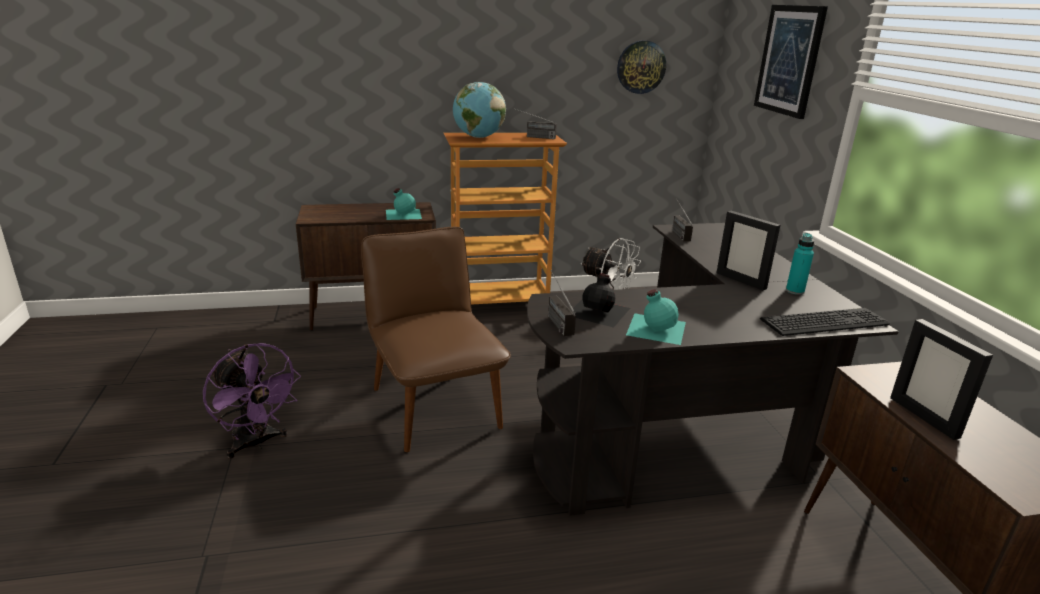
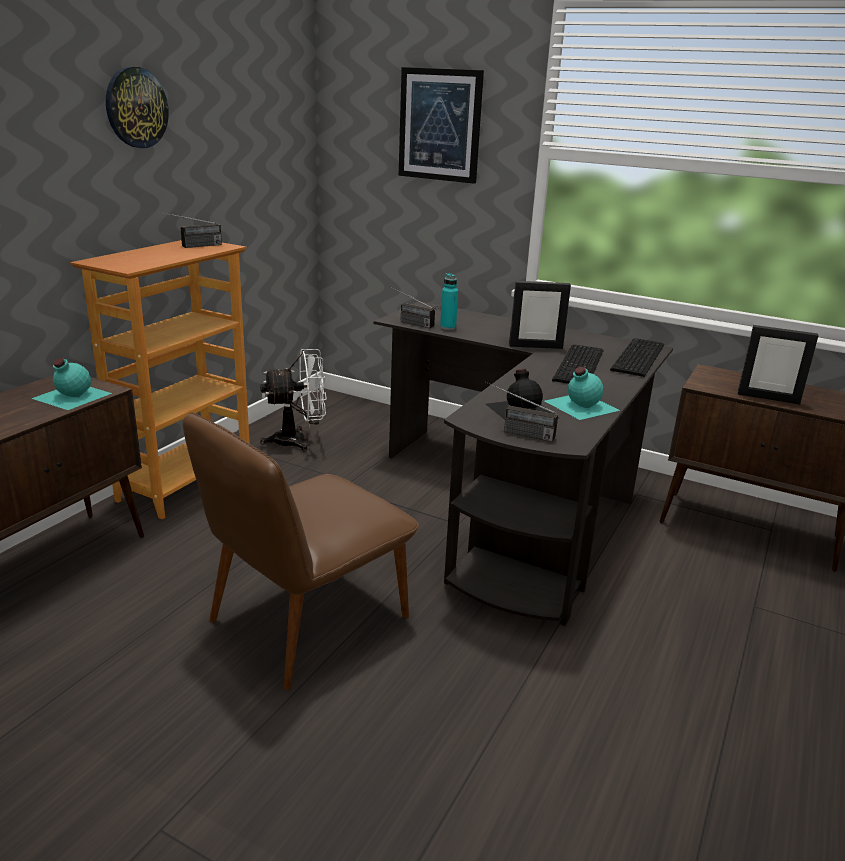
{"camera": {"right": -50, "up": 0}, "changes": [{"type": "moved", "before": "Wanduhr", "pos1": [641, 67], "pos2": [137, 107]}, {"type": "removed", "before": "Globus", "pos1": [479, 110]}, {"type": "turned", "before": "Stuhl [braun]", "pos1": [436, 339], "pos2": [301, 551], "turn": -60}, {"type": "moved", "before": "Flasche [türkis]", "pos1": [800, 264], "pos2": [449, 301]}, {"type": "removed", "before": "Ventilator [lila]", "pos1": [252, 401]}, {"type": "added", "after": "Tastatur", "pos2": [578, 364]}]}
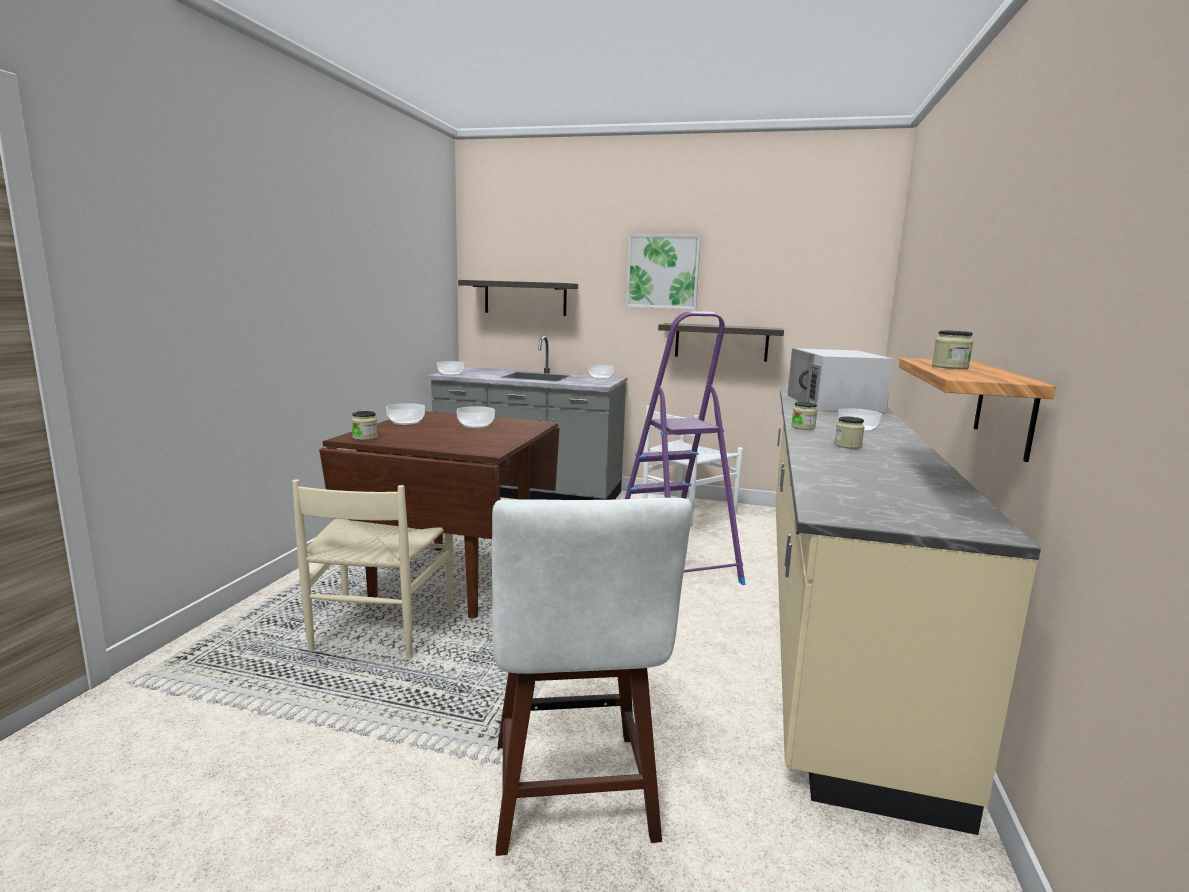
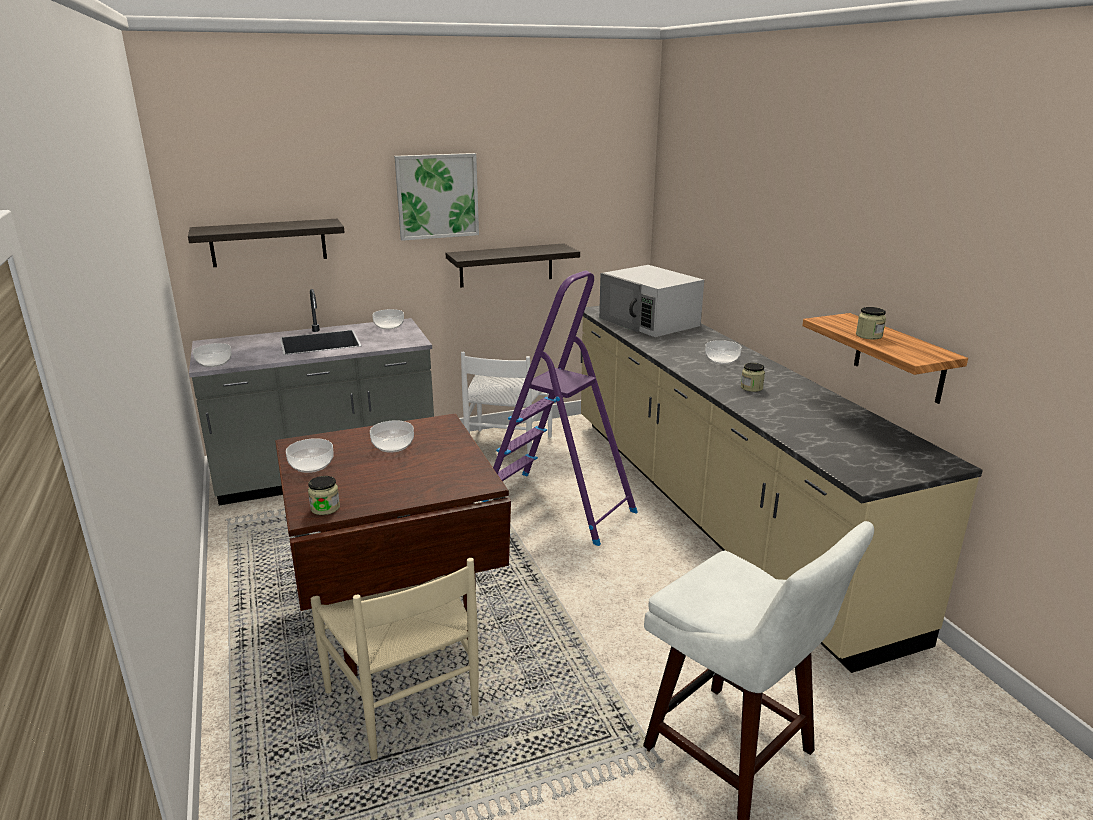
{"camera": {"right": -35, "up": 10}, "changes": [{"type": "removed", "before": "Vorratsglas", "pos1": [804, 416]}]}
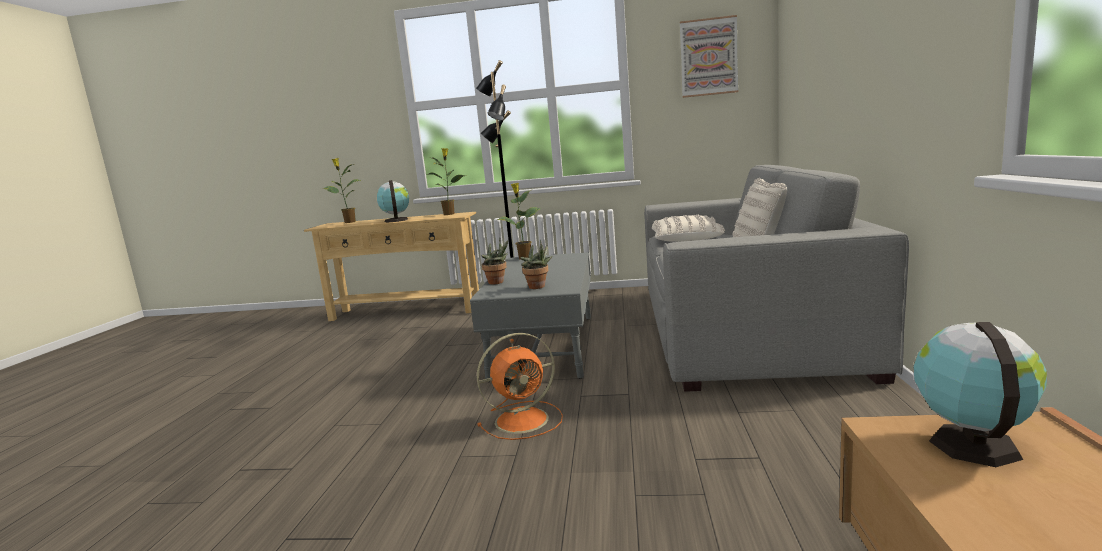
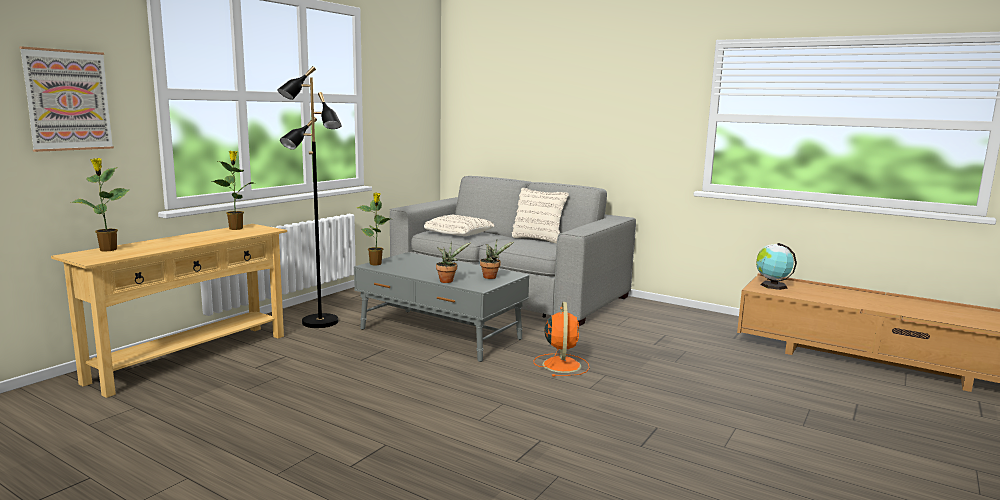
{"camera": {"right": -65, "up": 0}, "changes": [{"type": "moved", "before": "Bild", "pos1": [709, 56], "pos2": [67, 99]}, {"type": "removed", "before": "Globus", "pos1": [393, 201]}]}
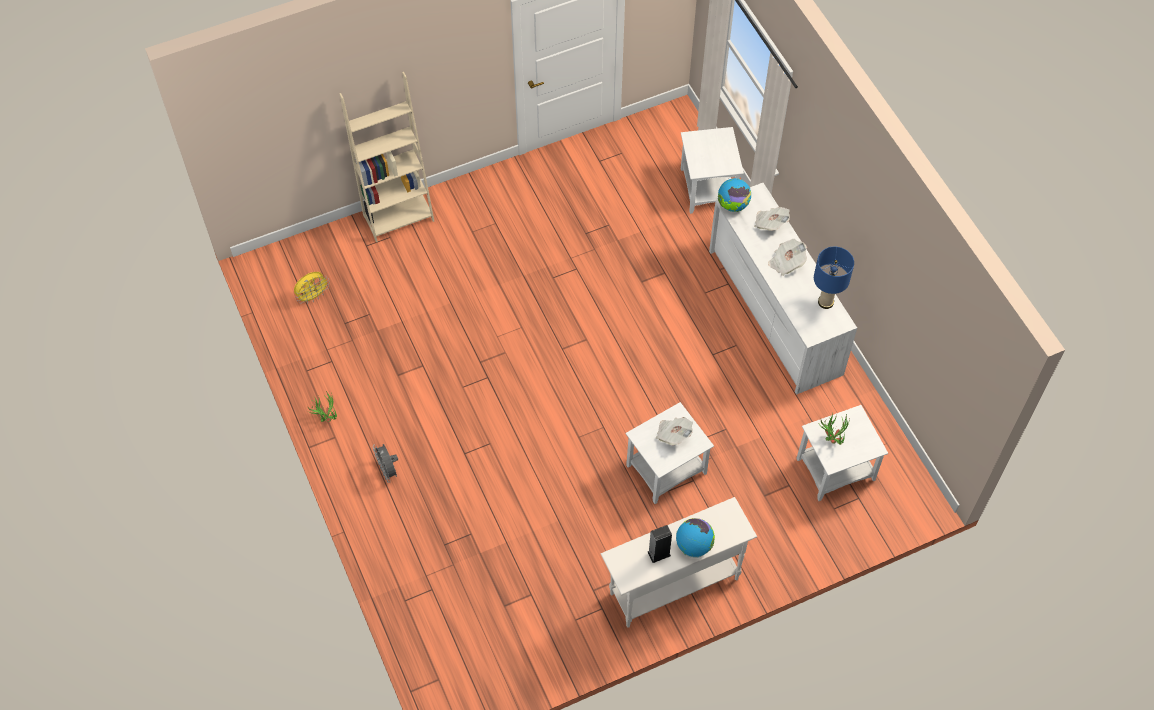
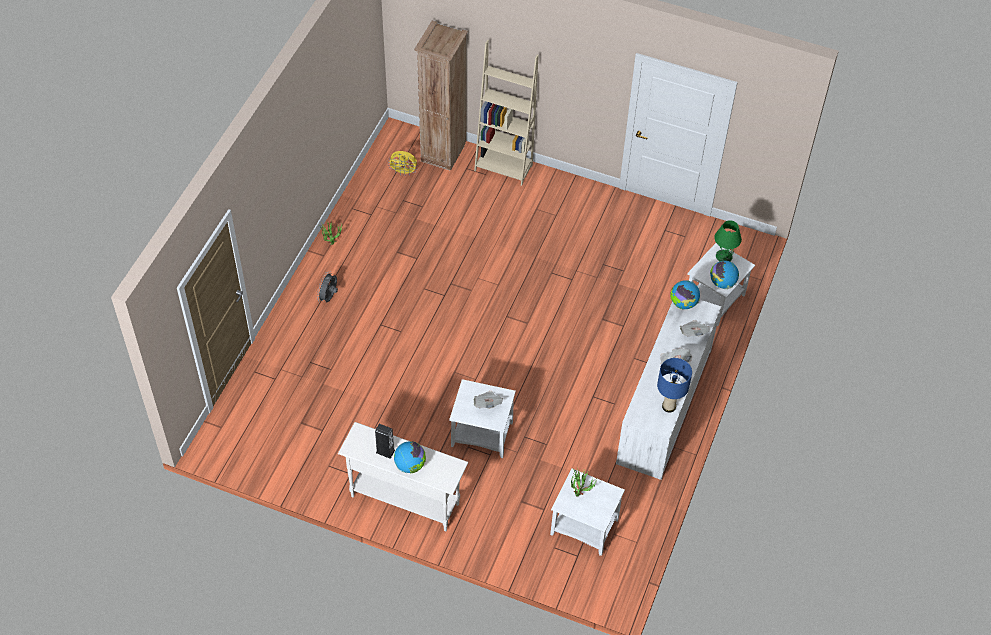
{"camera": {"right": 45, "up": -5}, "changes": [{"type": "added", "after": "Schrank [braun]", "pos2": [441, 95]}, {"type": "added", "after": "Tischlampe [grün]", "pos2": [728, 240]}, {"type": "added", "after": "Globus", "pos2": [724, 275]}]}
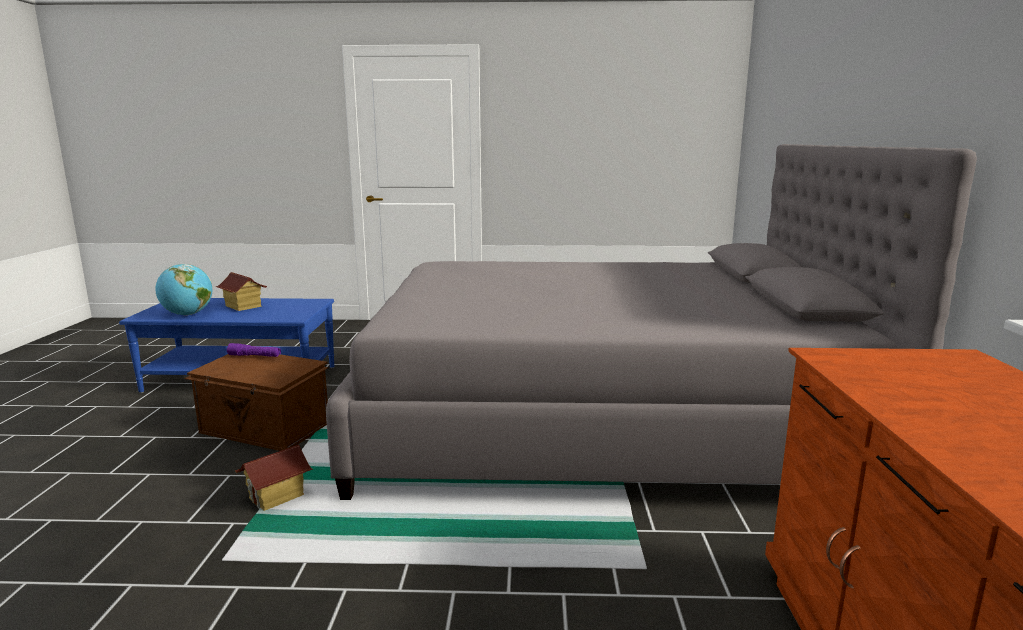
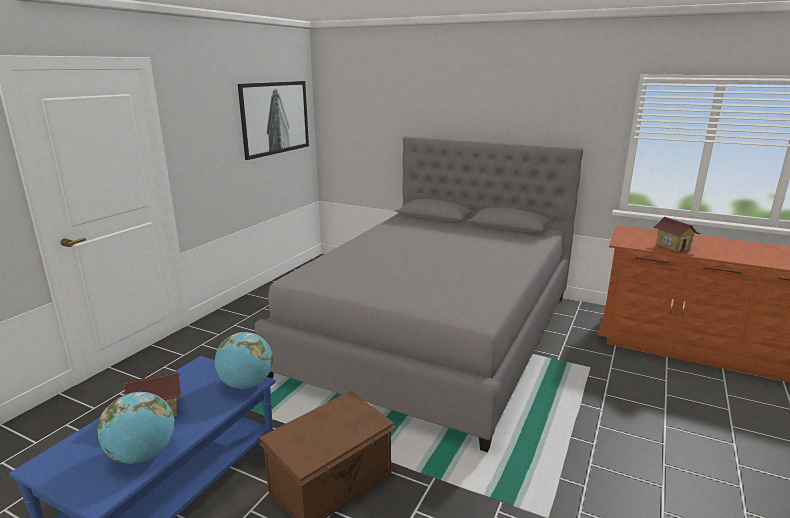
{"camera": {"right": -65, "up": 5}, "changes": [{"type": "removed", "before": "Taschenlampe [lila]", "pos1": [254, 350]}, {"type": "moved", "before": "Spielzeughaus", "pos1": [274, 478], "pos2": [676, 234]}, {"type": "added", "after": "Bild", "pos2": [273, 120]}, {"type": "added", "after": "Globus", "pos2": [244, 360]}]}
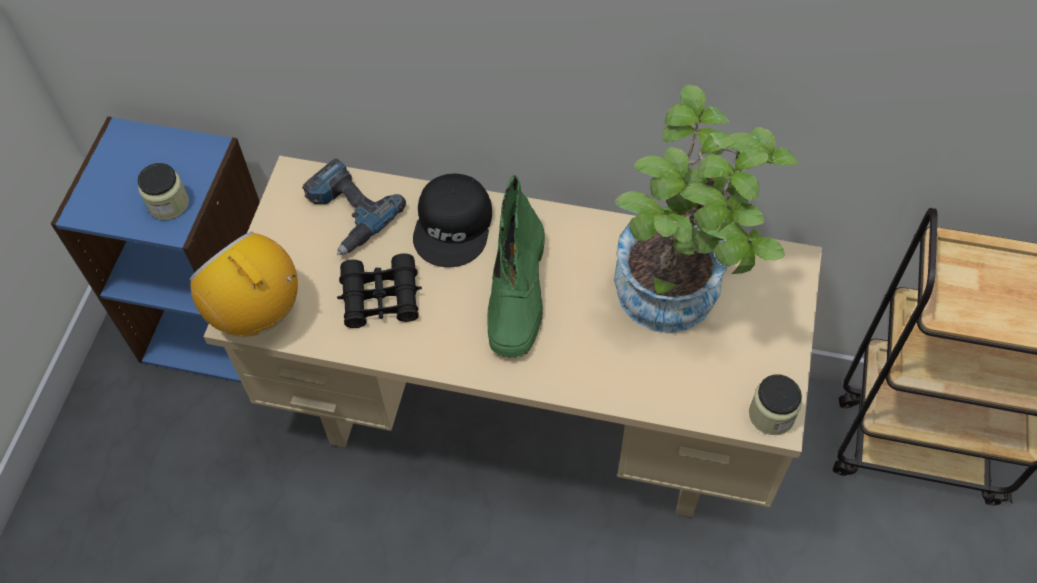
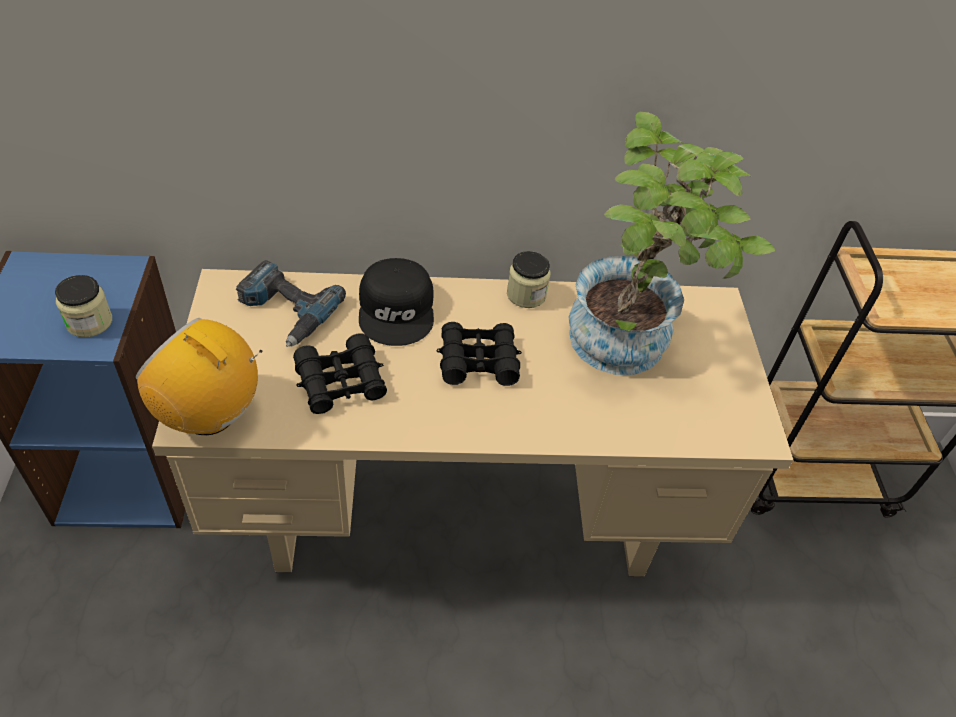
{"camera": {"right": -20, "up": -10}, "changes": [{"type": "replaced", "before": "Stiefel [grün]", "after": "Fernglas [schwarz]", "pos1": [516, 266], "pos2": [479, 354]}, {"type": "moved", "before": "Vorratsglas", "pos1": [775, 405], "pos2": [528, 279]}]}
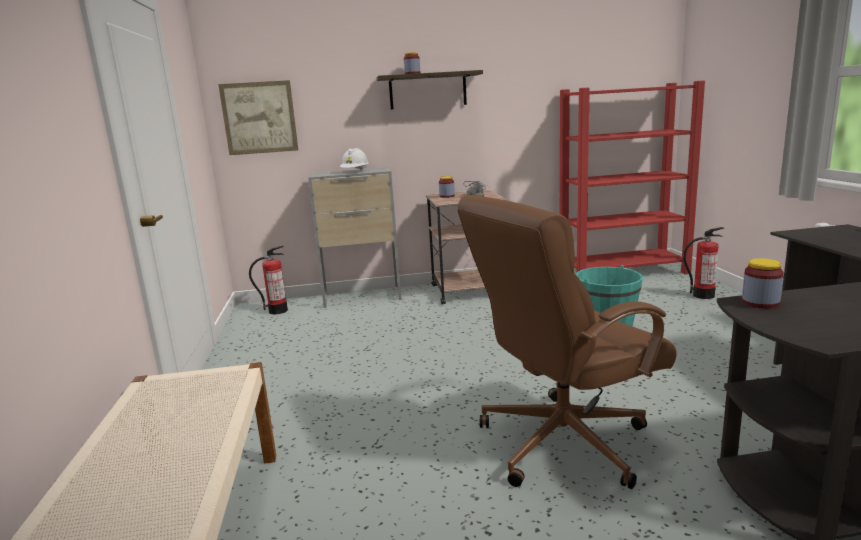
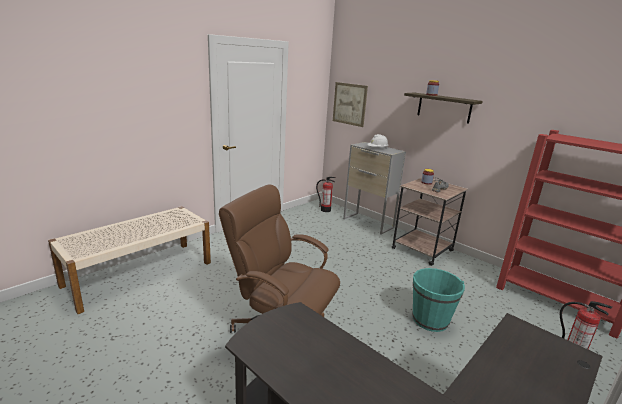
{"camera": {"right": 50, "up": 5}, "changes": [{"type": "removed", "before": "Vorratsglas", "pos1": [763, 283]}]}
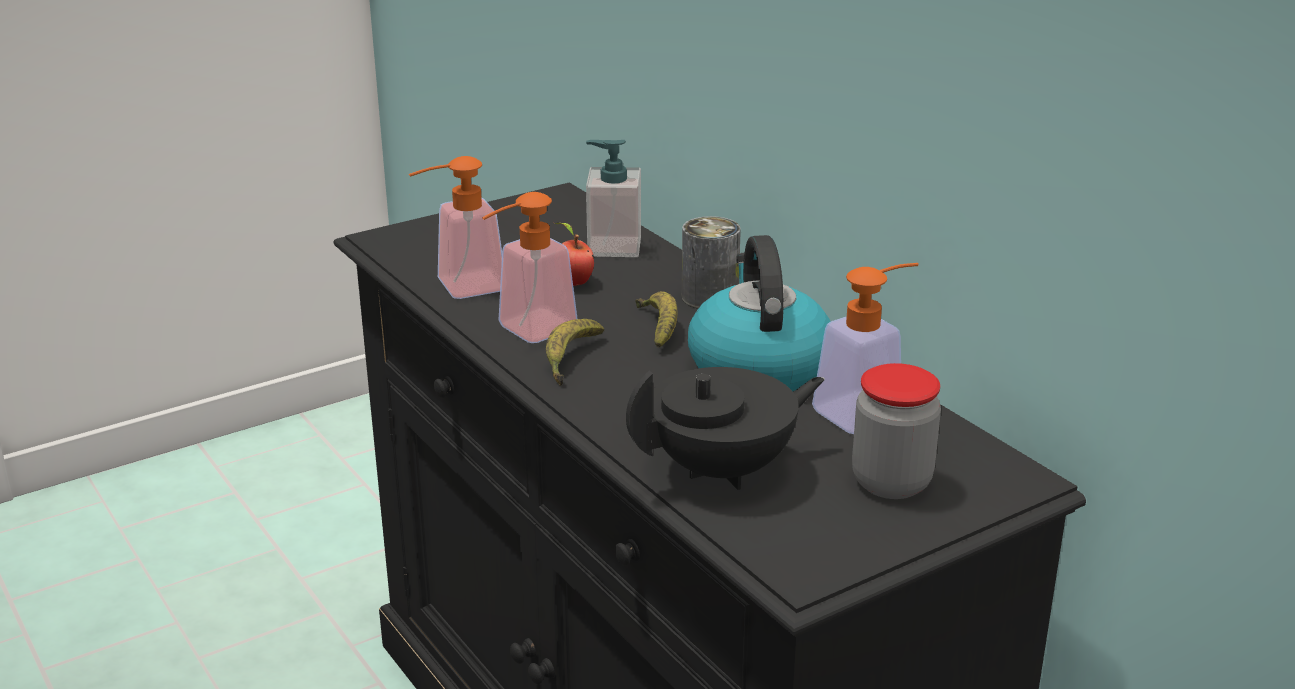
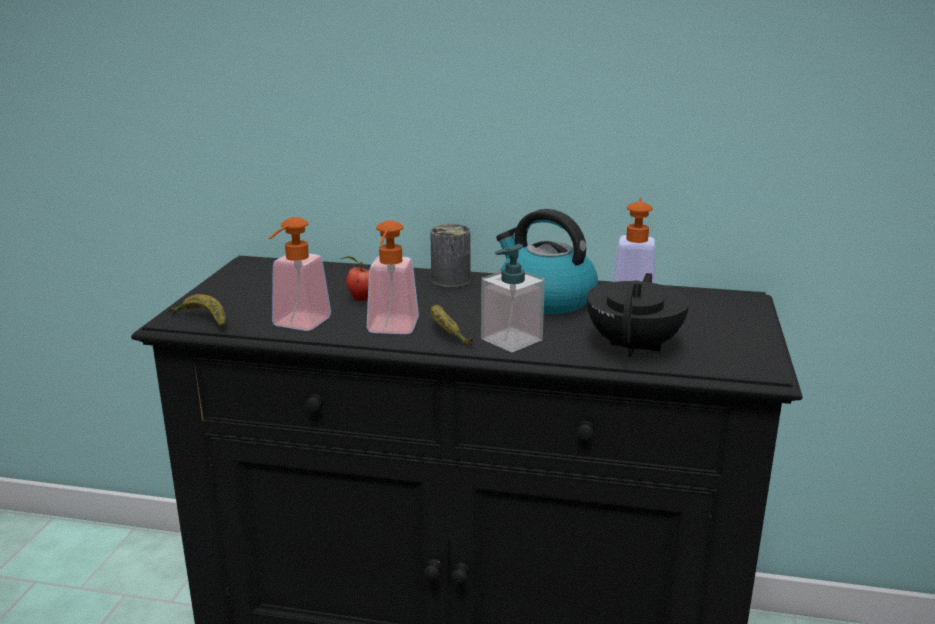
{"camera": {"right": -45, "up": -5}, "changes": [{"type": "moved", "before": "Seifenspender", "pos1": [613, 198], "pos2": [513, 298]}, {"type": "moved", "before": "Banane", "pos1": [656, 319], "pos2": [197, 311]}, {"type": "removed", "before": "Vorratsglas", "pos1": [896, 431]}]}
